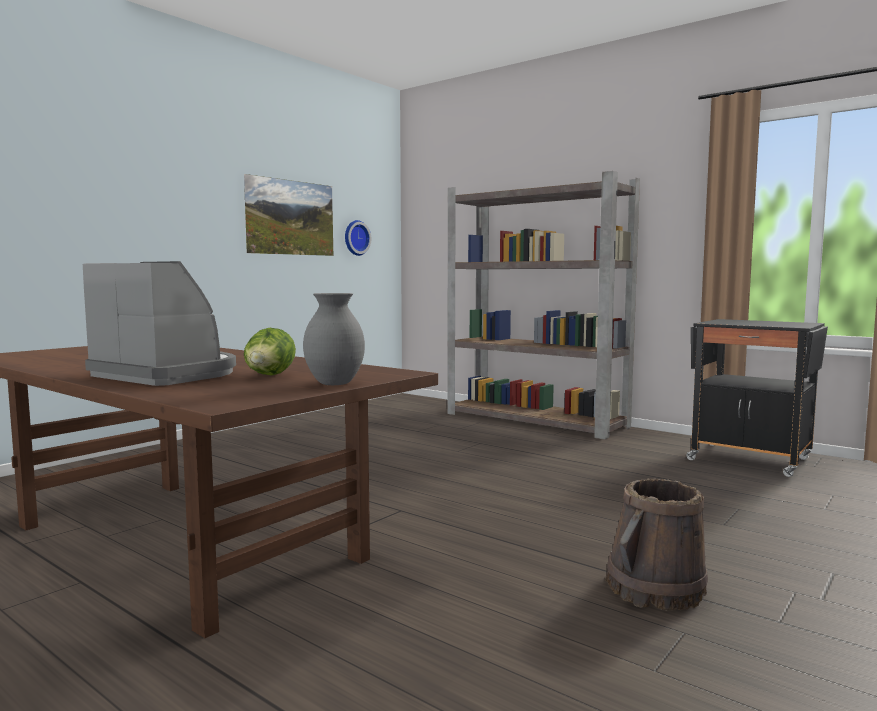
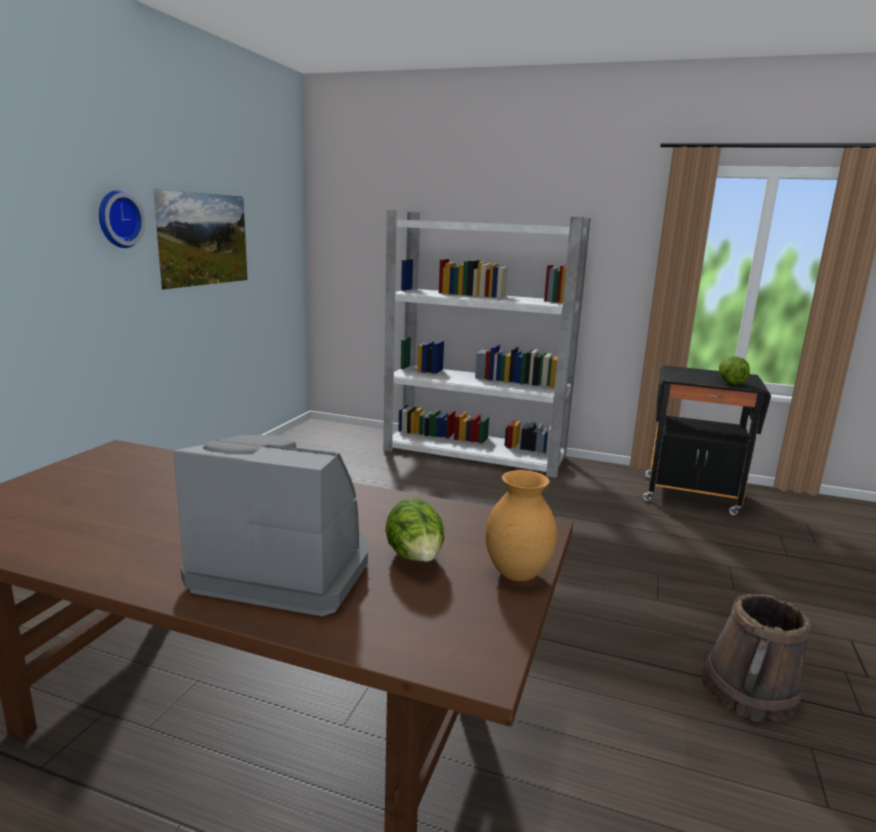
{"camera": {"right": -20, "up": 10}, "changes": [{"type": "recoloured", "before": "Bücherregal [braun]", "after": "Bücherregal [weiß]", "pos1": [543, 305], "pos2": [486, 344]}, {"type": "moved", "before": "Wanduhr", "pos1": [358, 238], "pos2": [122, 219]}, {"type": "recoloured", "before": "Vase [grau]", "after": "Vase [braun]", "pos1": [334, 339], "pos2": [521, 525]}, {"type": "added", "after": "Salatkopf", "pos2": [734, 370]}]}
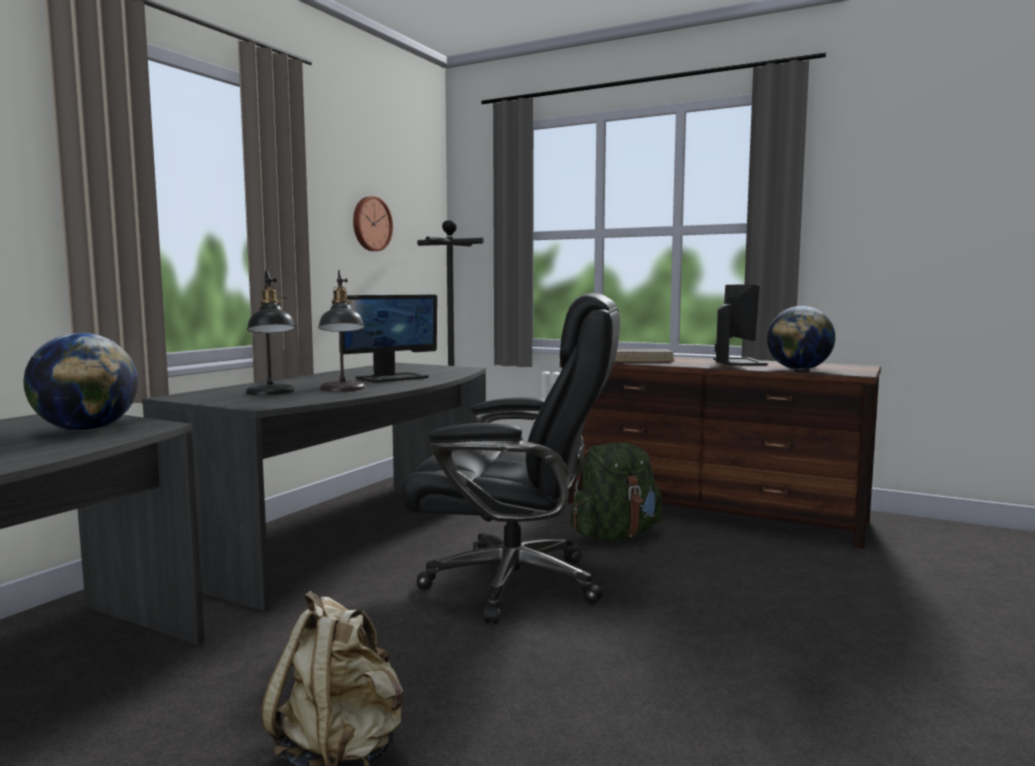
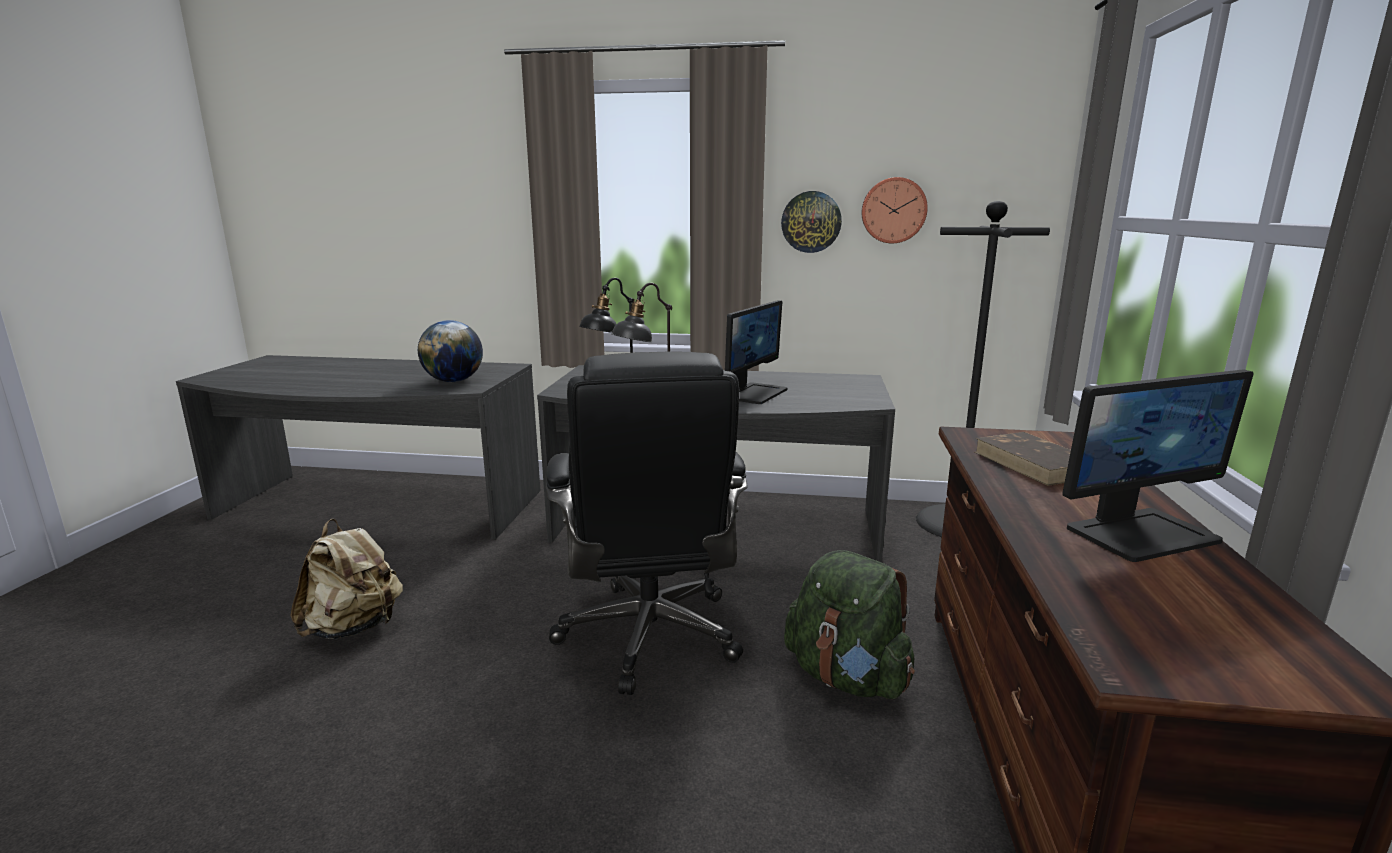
{"camera": {"right": 70, "up": 10}, "changes": [{"type": "turned", "before": "Monitor", "pos1": [388, 339], "pos2": [756, 352], "turn": -90}, {"type": "removed", "before": "Globus", "pos1": [801, 338]}, {"type": "added", "after": "Wanduhr", "pos2": [811, 222]}]}
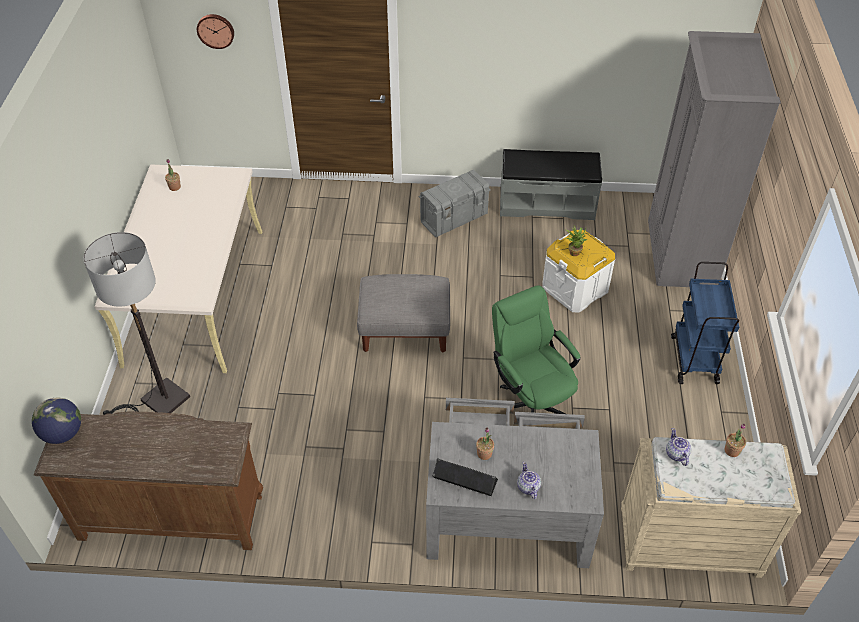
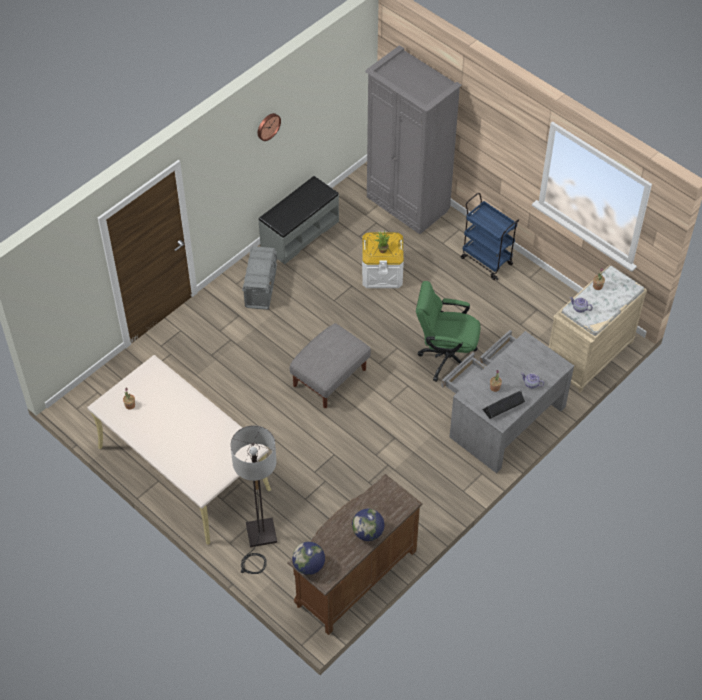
{"camera": {"right": -50, "up": 5}, "changes": [{"type": "moved", "before": "Wanduhr", "pos1": [215, 31], "pos2": [269, 127]}, {"type": "added", "after": "Globus", "pos2": [368, 525]}]}
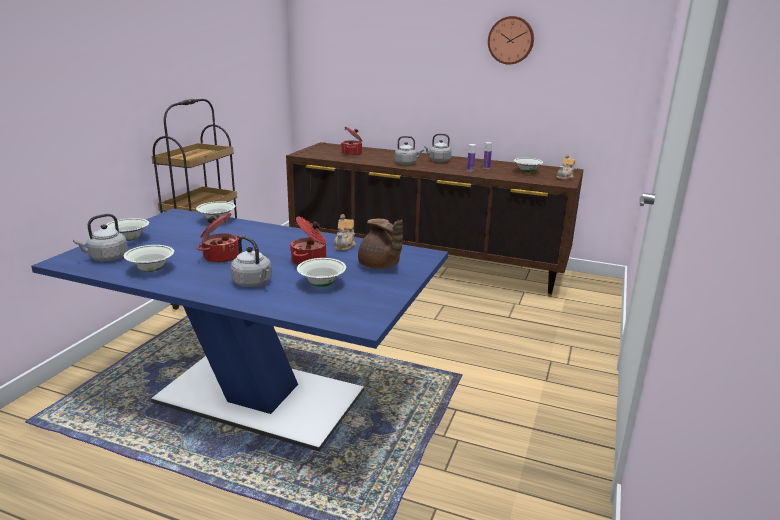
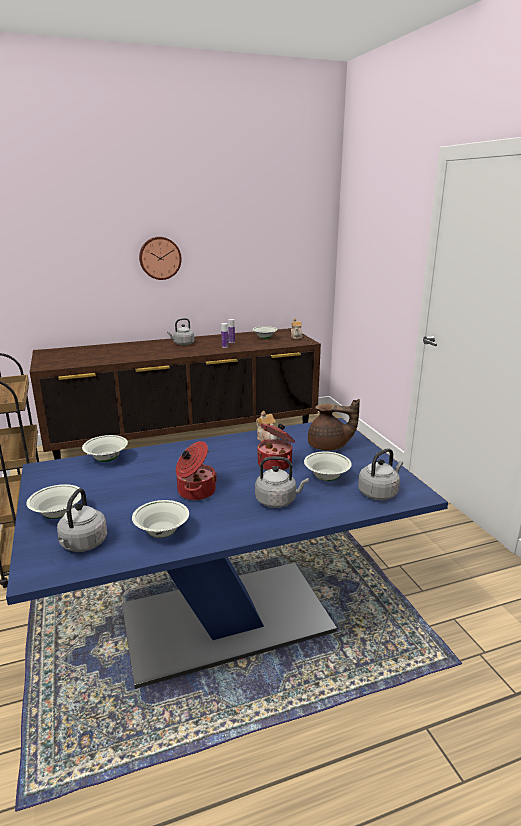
{"camera": {"right": -40, "up": 0}, "changes": [{"type": "moved", "before": "Wanduhr", "pos1": [511, 40], "pos2": [160, 258]}, {"type": "removed", "before": "Kochtopf", "pos1": [351, 141]}, {"type": "moved", "before": "Wasserkessel [grau]", "pos1": [409, 150], "pos2": [380, 474]}]}
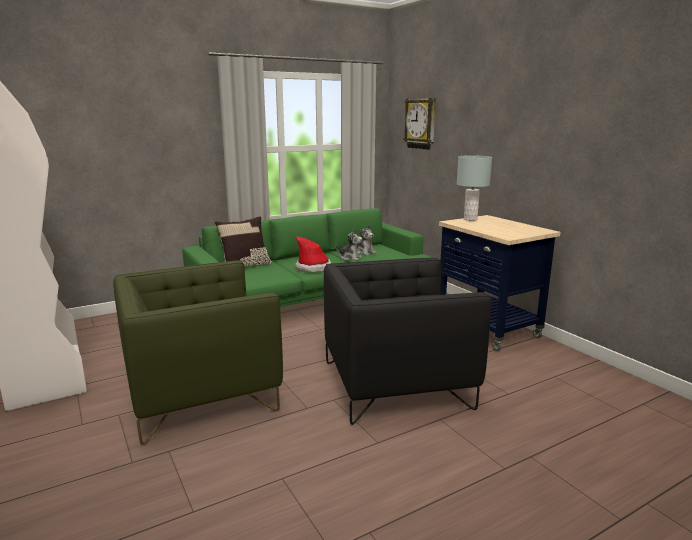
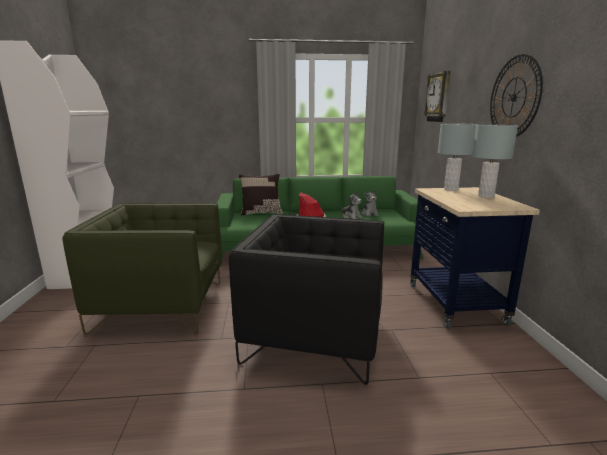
{"camera": {"right": 25, "up": 0}, "changes": [{"type": "added", "after": "Wanduhr", "pos2": [516, 95]}, {"type": "added", "after": "Tischlampe [grau]", "pos2": [495, 161]}]}
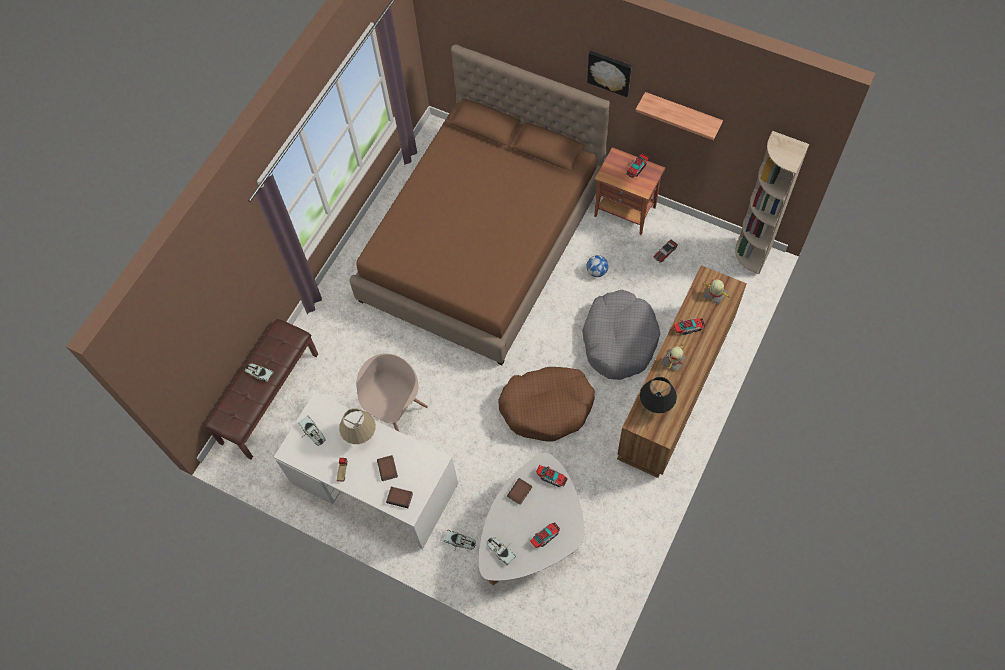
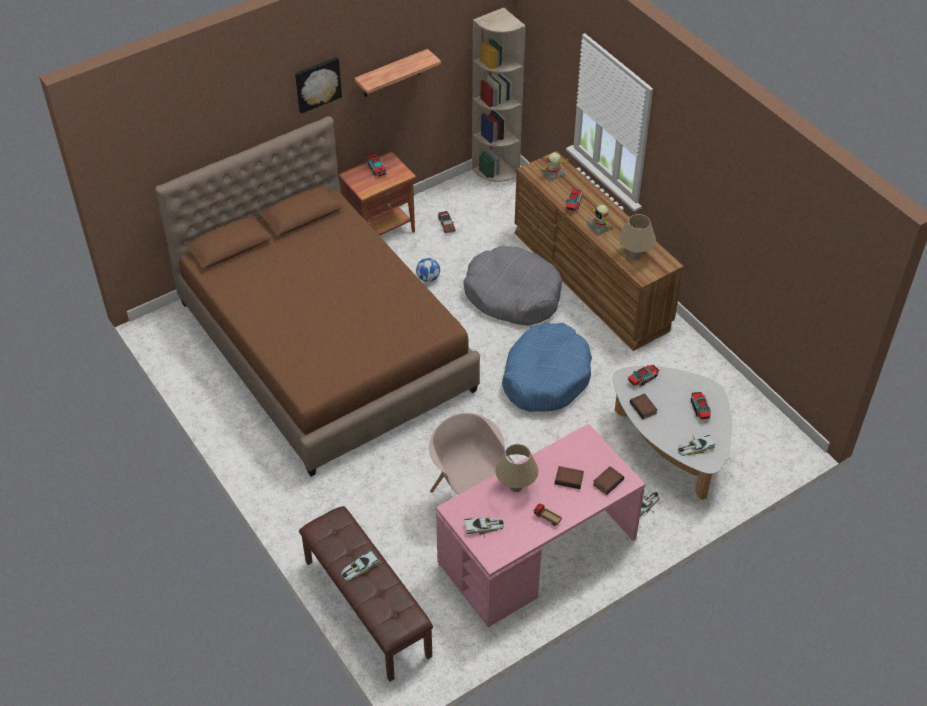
{"camera": {"right": -65, "up": -15}, "changes": [{"type": "recoloured", "before": "Hundebett [braun]", "after": "Hundebett [blau]", "pos1": [546, 404], "pos2": [547, 367]}, {"type": "recoloured", "before": "Tischlampe [schwarz]", "after": "Tischlampe [beige]", "pos1": [658, 395], "pos2": [637, 237]}, {"type": "recoloured", "before": "Schreibtisch [weiß]", "after": "Schreibtisch [rosa]", "pos1": [366, 470], "pos2": [540, 525]}]}
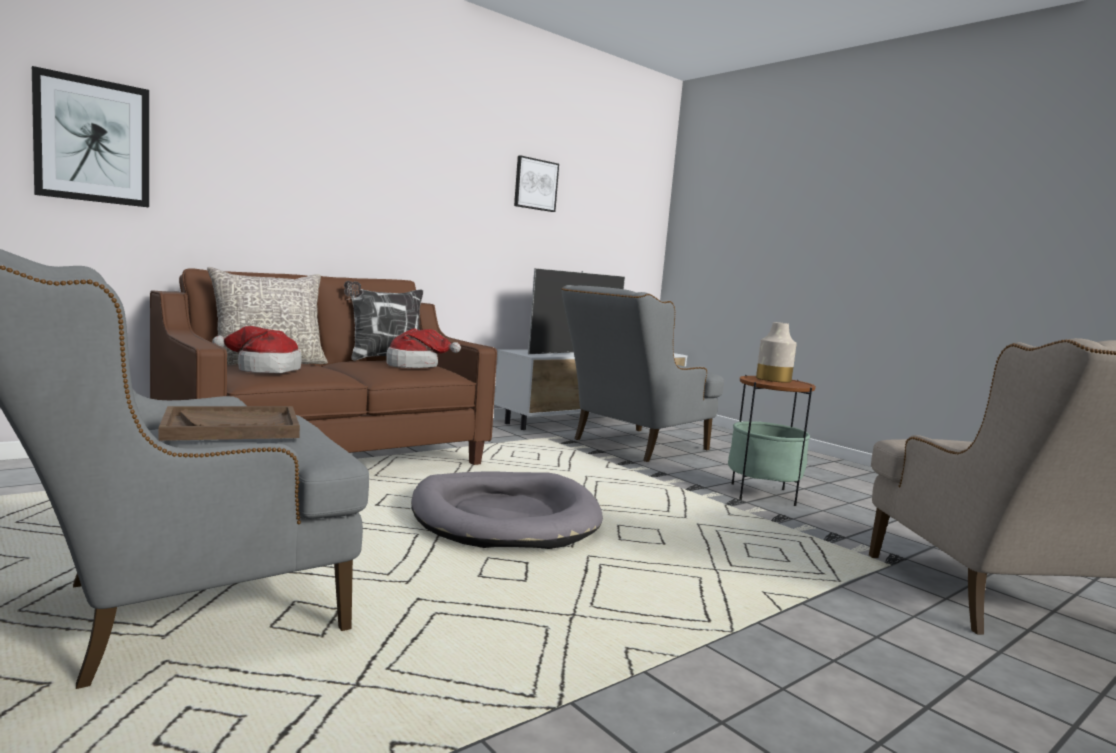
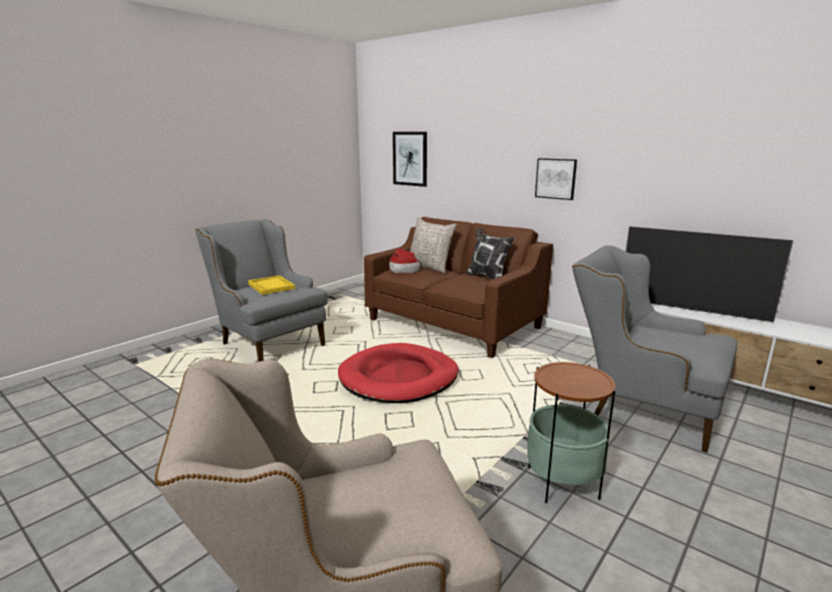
{"camera": {"right": 80, "up": 10}, "changes": [{"type": "moved", "before": "Bild", "pos1": [536, 183], "pos2": [556, 179]}, {"type": "removed", "before": "Vase [beige]", "pos1": [776, 352]}, {"type": "removed", "before": "Hut", "pos1": [423, 348]}, {"type": "recoloured", "before": "Tablett [braun]", "after": "Tablett [gelb]", "pos1": [229, 423], "pos2": [271, 285]}, {"type": "recoloured", "before": "Hundebett [grau]", "after": "Hundebett [rot]", "pos1": [507, 510], "pos2": [398, 373]}]}
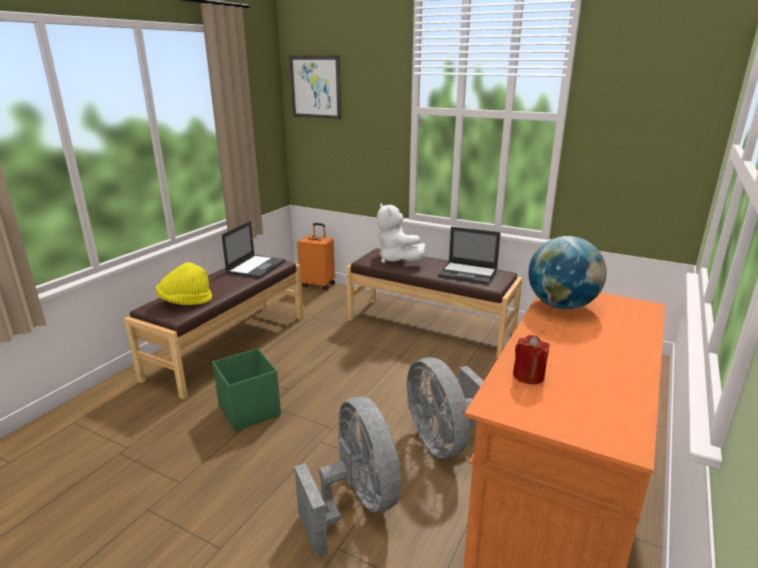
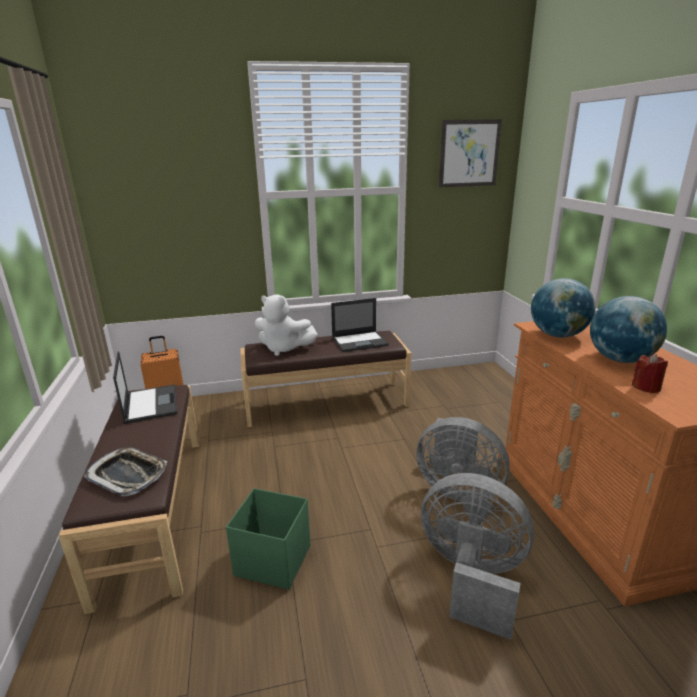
{"camera": {"right": -40, "up": 0}, "changes": [{"type": "moved", "before": "Bild", "pos1": [315, 87], "pos2": [470, 153]}, {"type": "replaced", "before": "Hut [gelb]", "after": "Tablett", "pos1": [184, 284], "pos2": [125, 471]}, {"type": "added", "after": "Globus", "pos2": [628, 329]}]}
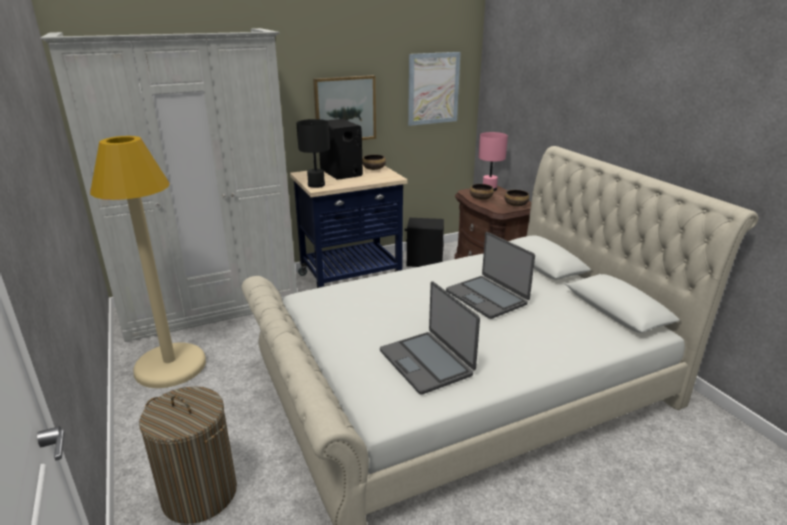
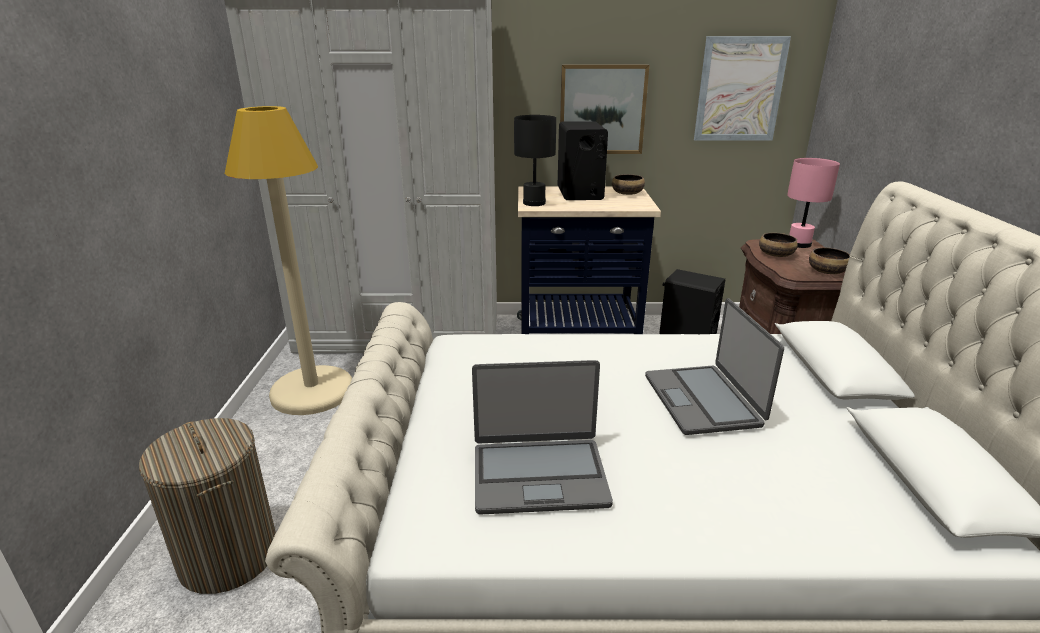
{"camera": {"right": 25, "up": 0}, "changes": [{"type": "turned", "before": "Laptop", "pos1": [430, 338], "pos2": [542, 437], "turn": -90}]}
